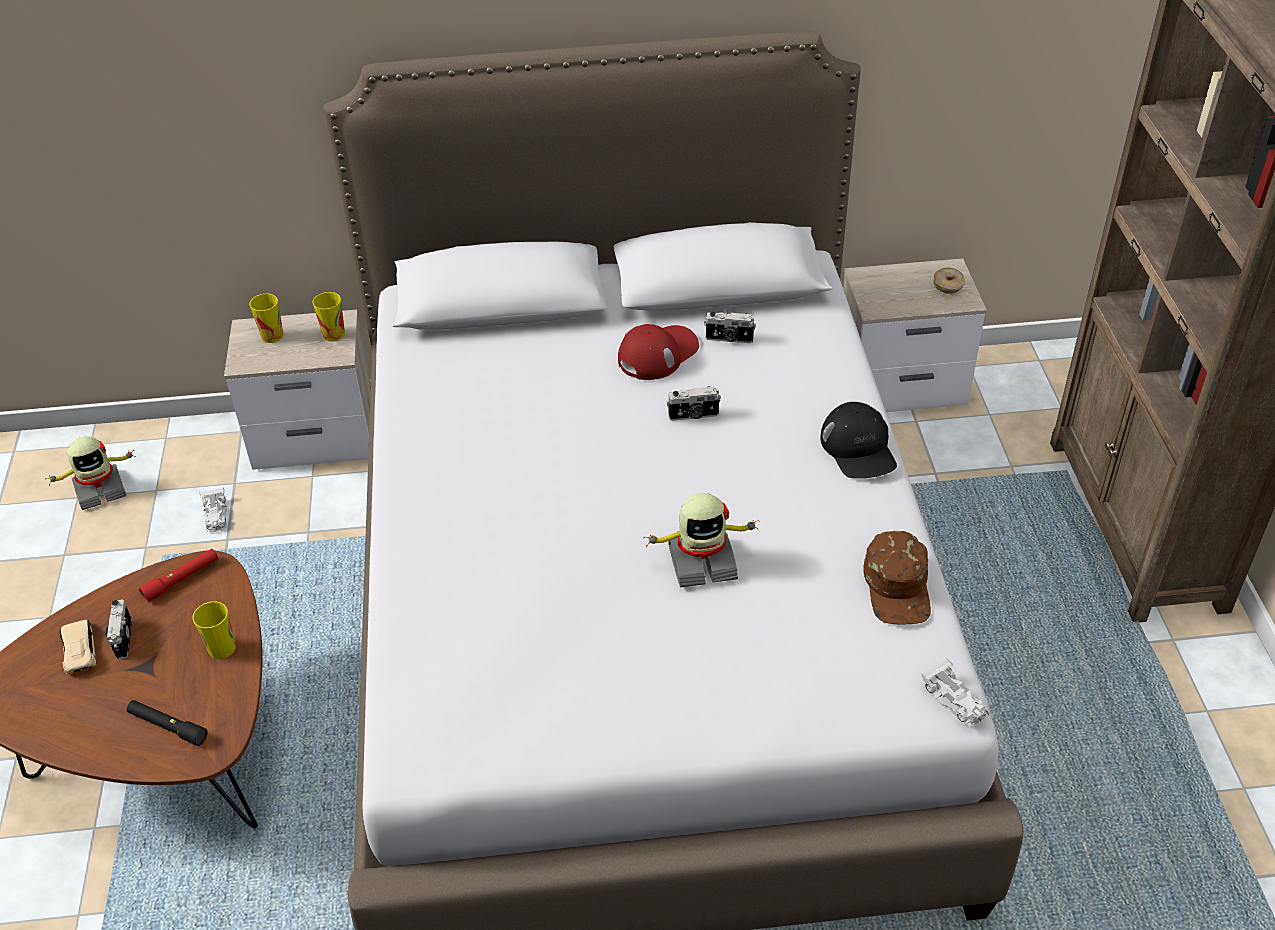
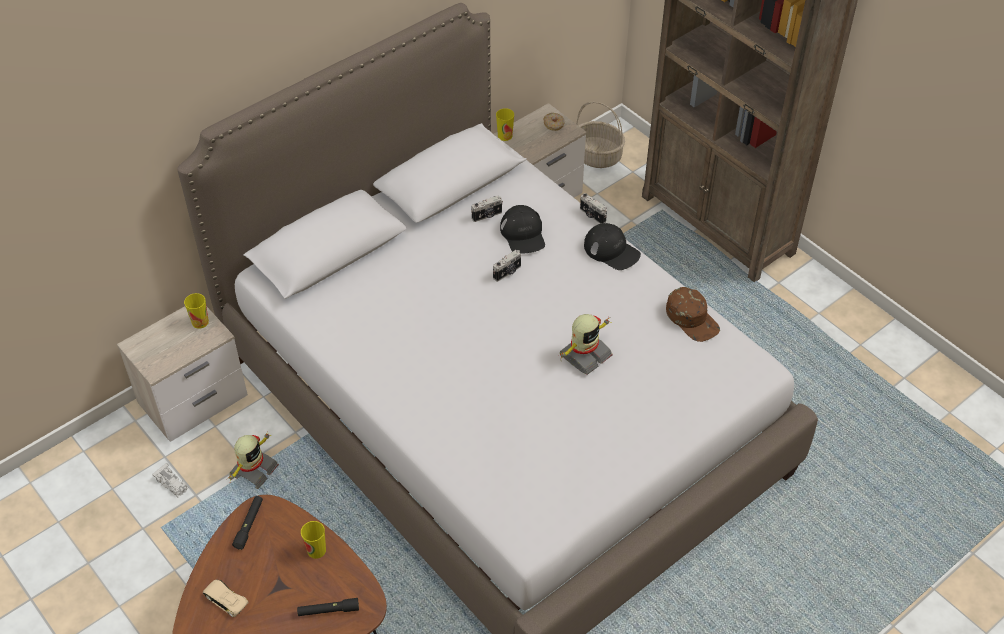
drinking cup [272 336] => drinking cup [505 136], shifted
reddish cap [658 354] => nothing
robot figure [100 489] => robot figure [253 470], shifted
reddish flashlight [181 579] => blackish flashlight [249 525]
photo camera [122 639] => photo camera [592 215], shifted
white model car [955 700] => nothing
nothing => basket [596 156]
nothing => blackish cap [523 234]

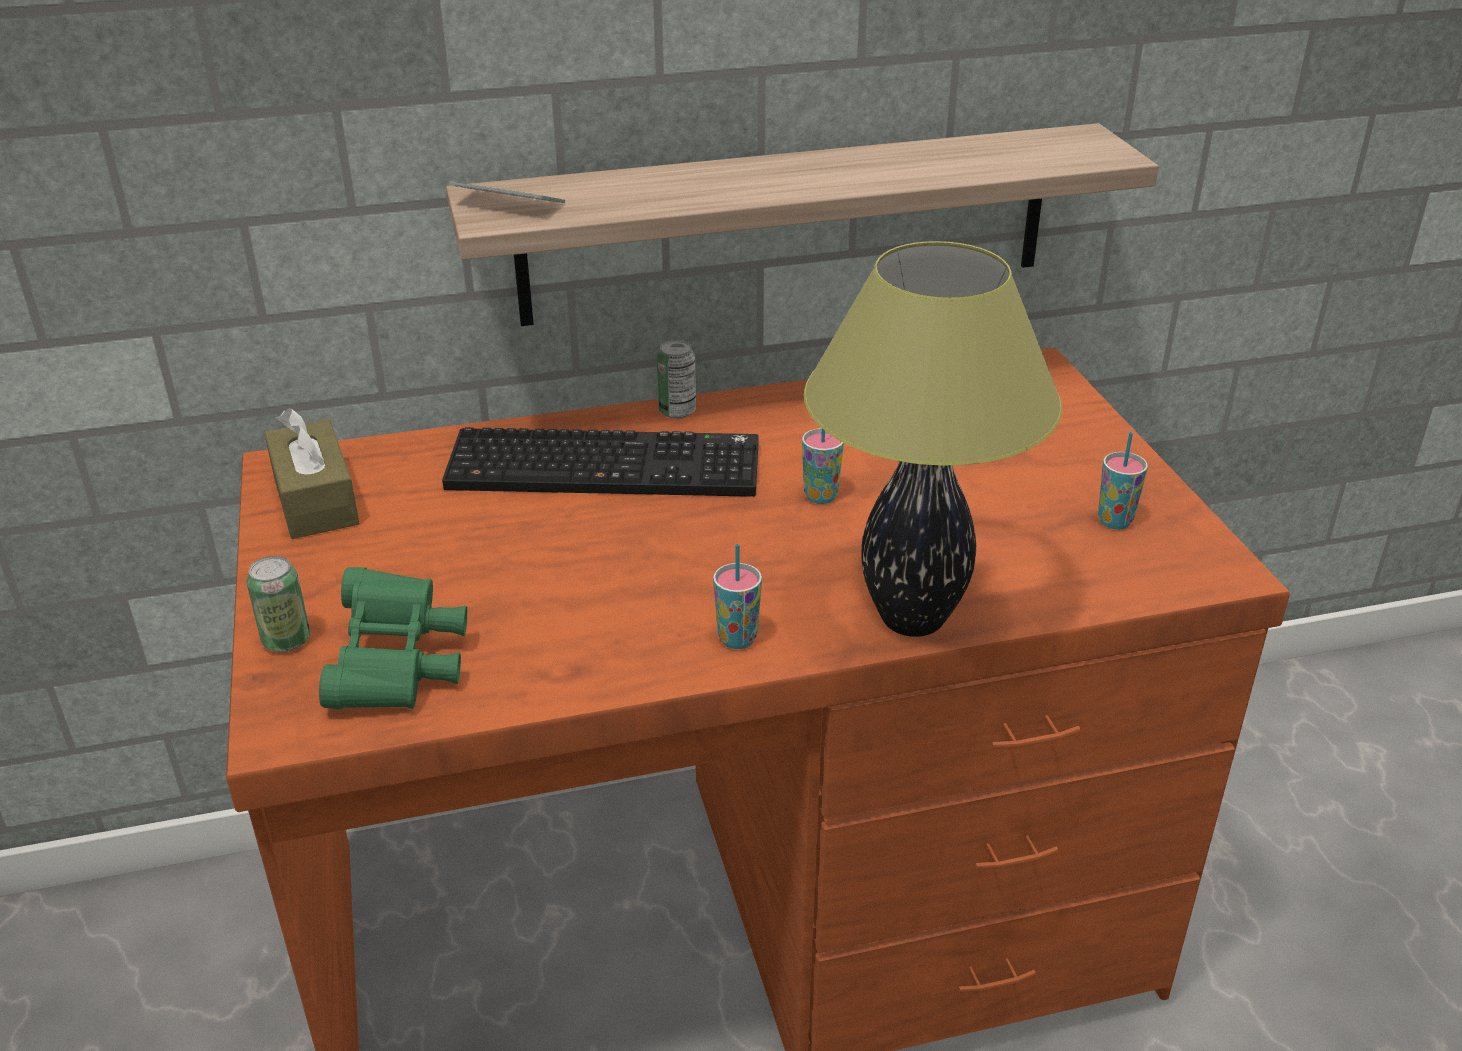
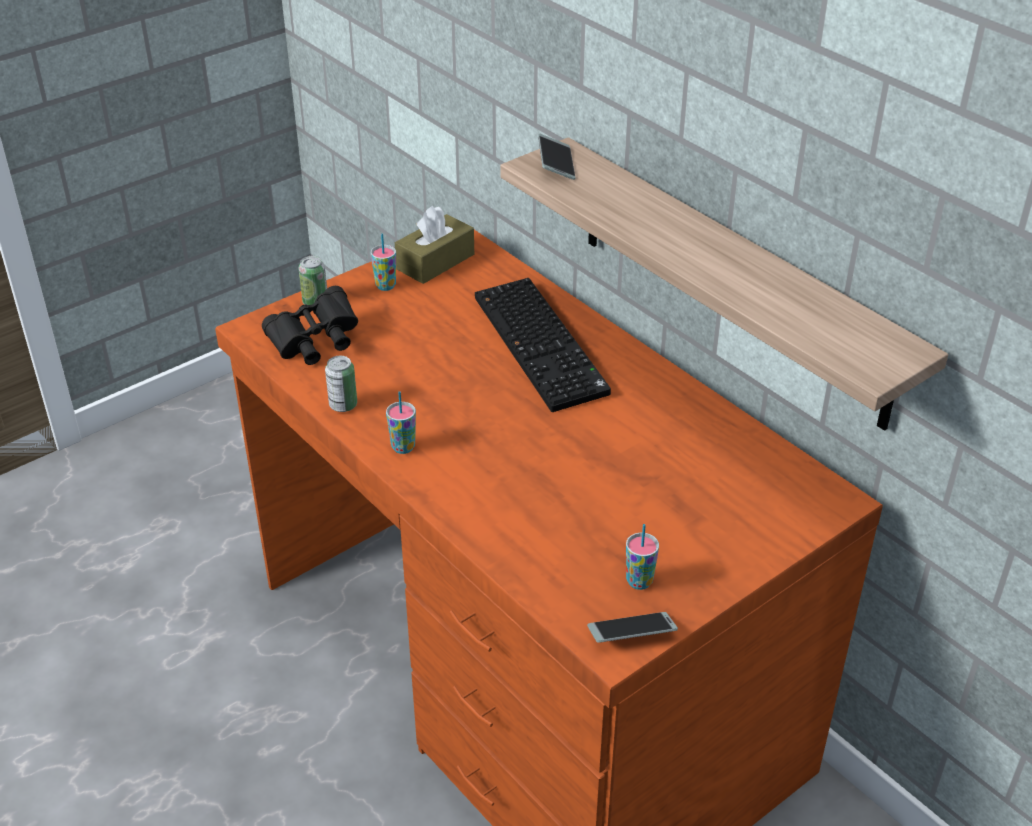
lamp for a table [910 619] => nothing
can [677 411] => can [343 405], shifted
drinking cup [820 496] => drinking cup [385 286], shifted
greenish binoculars [399 666] => blackish binoculars [315 343]
nothing => phone [631 633]

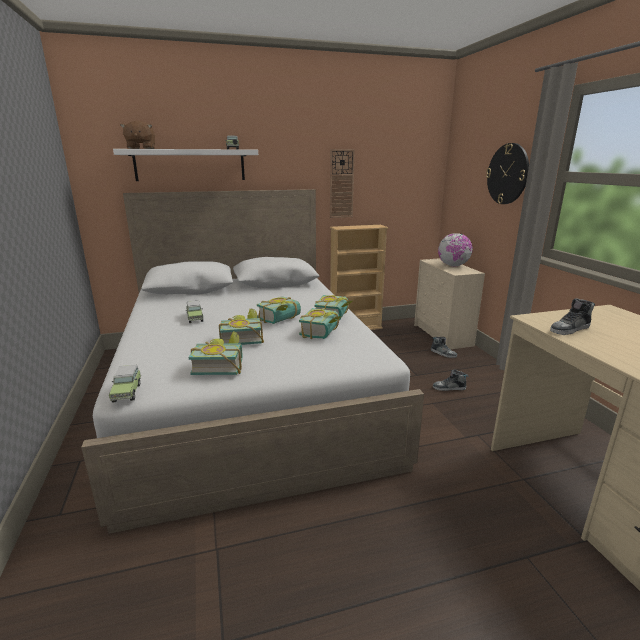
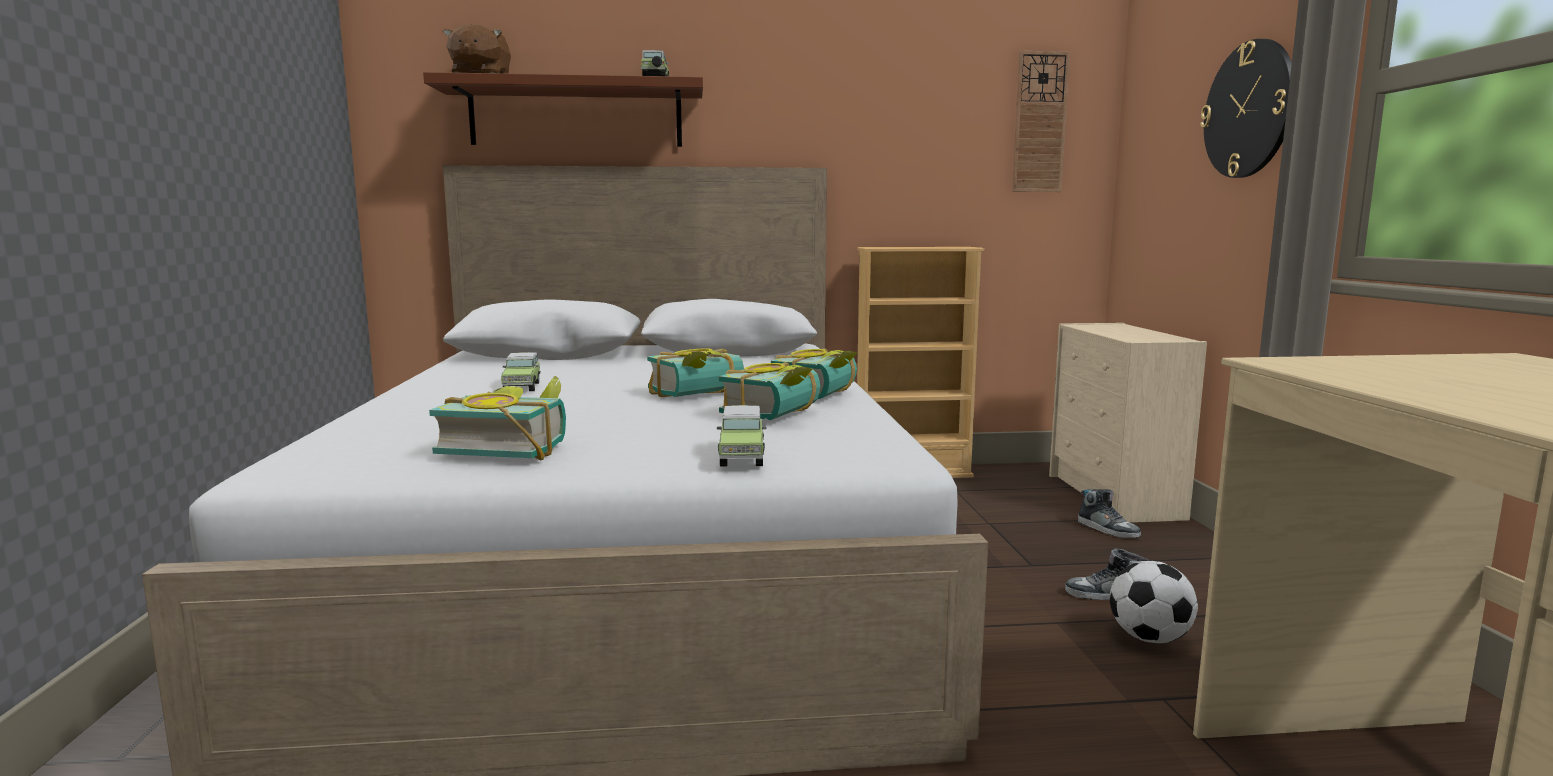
white shelf [190 165] => brownish shelf [576 116]
hanging clock [341 184] => hanging clock [1039 123], shifted
desk globe [453 266] => nothing
shoe [570 329] => nothing
volume [241 339] => nothing
model car [127 392] => model car [741 456], shifted
nothing => football ball [1149 638]

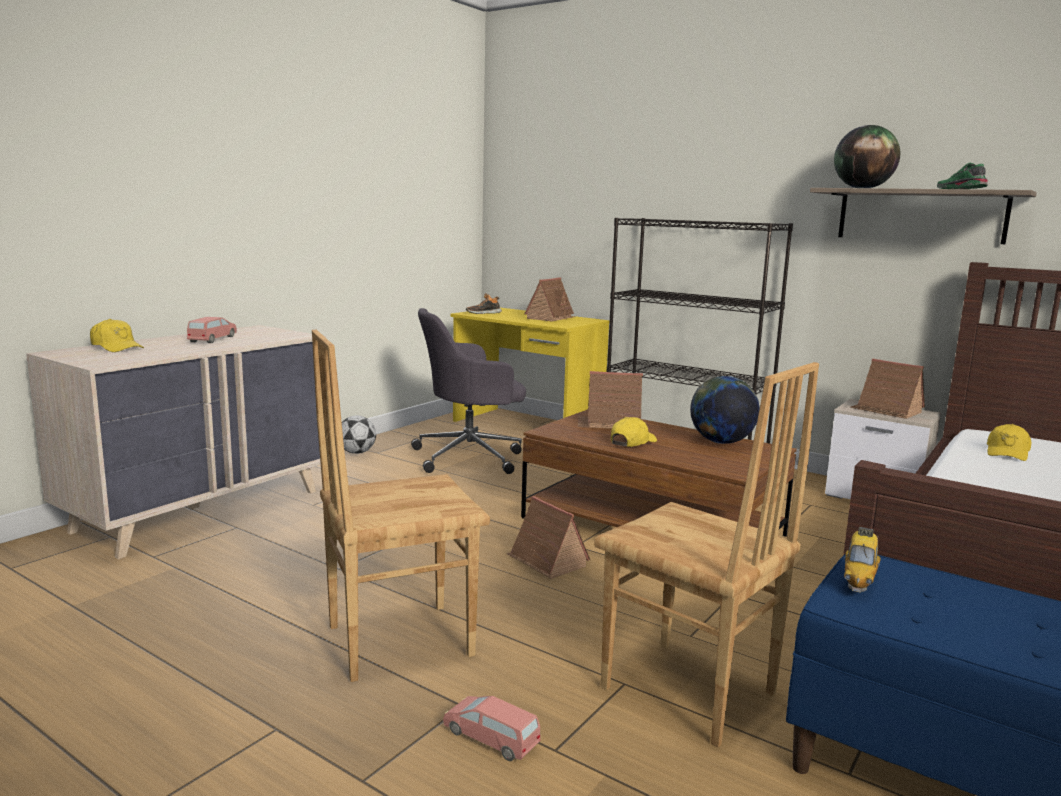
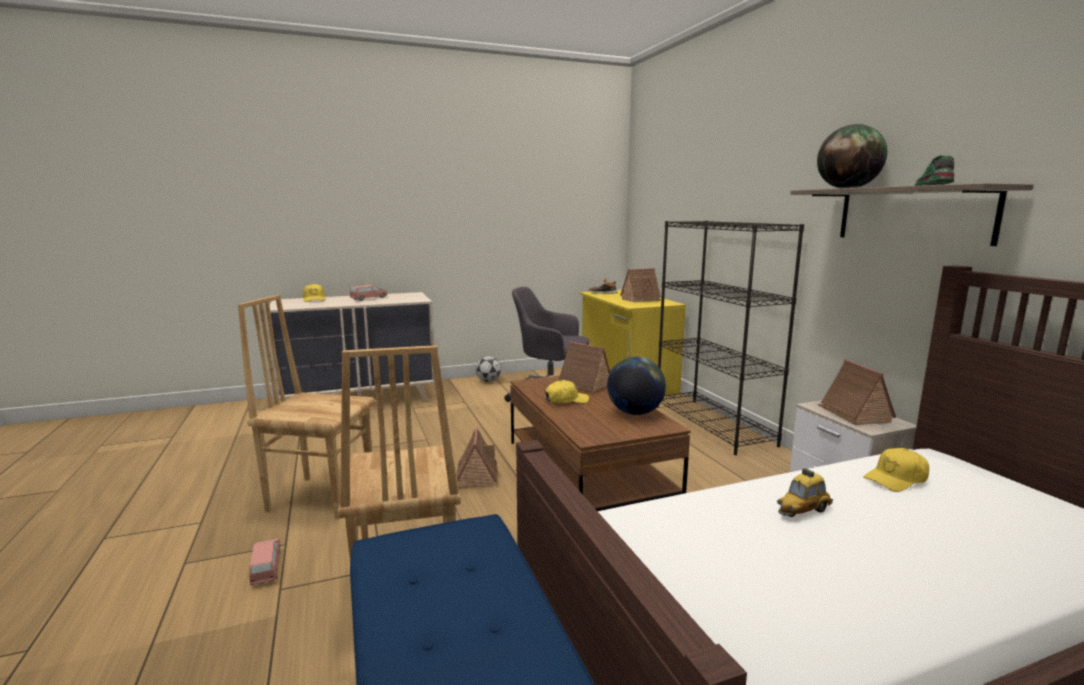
model car [858 581] => model car [803 511], shifted

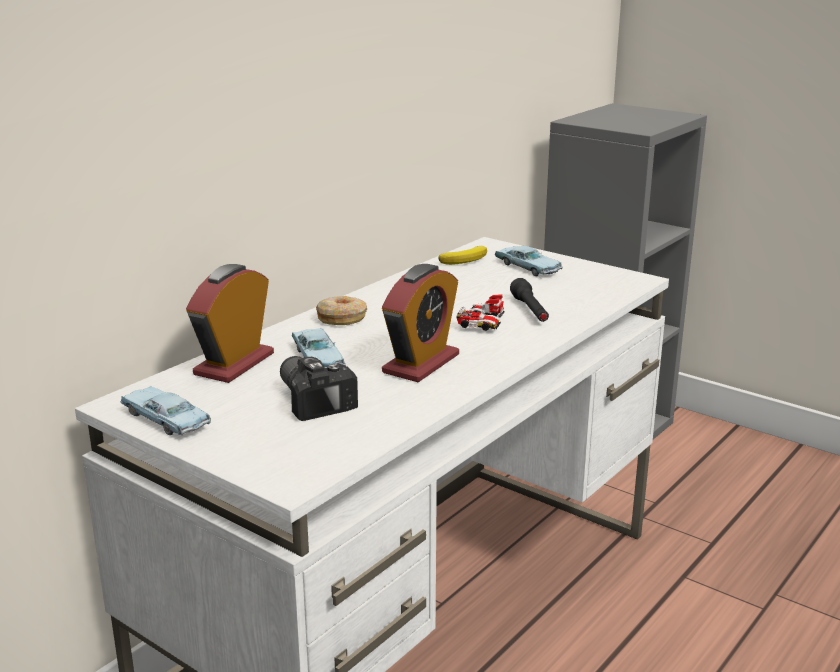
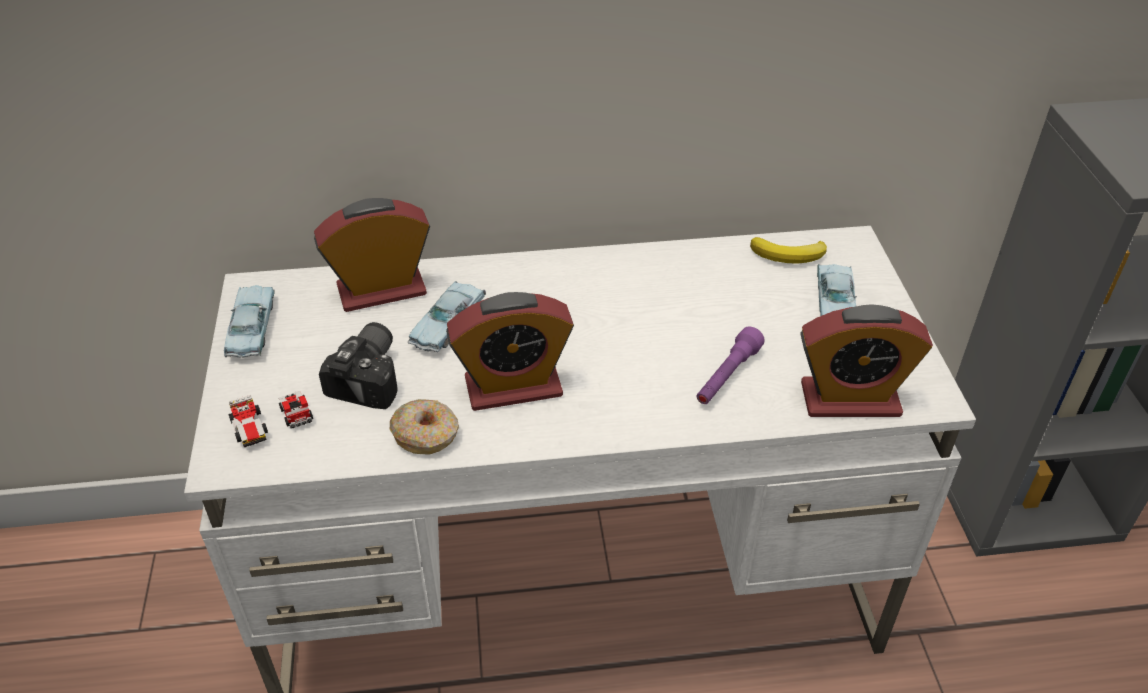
blackish flashlight [530 311] => purplish flashlight [727 376]
model car [483 322] => model car [273 423], shifted
ring doughnut [342 318] => ring doughnut [426 434], shifted
nothing => table clock [850 399]

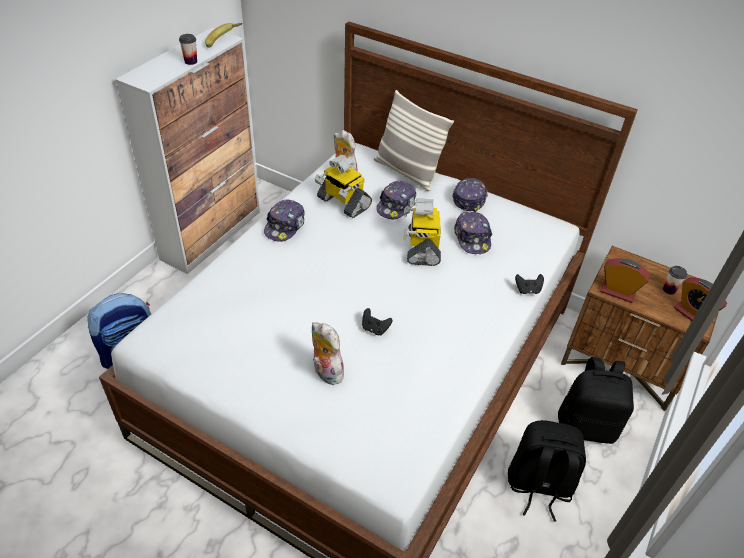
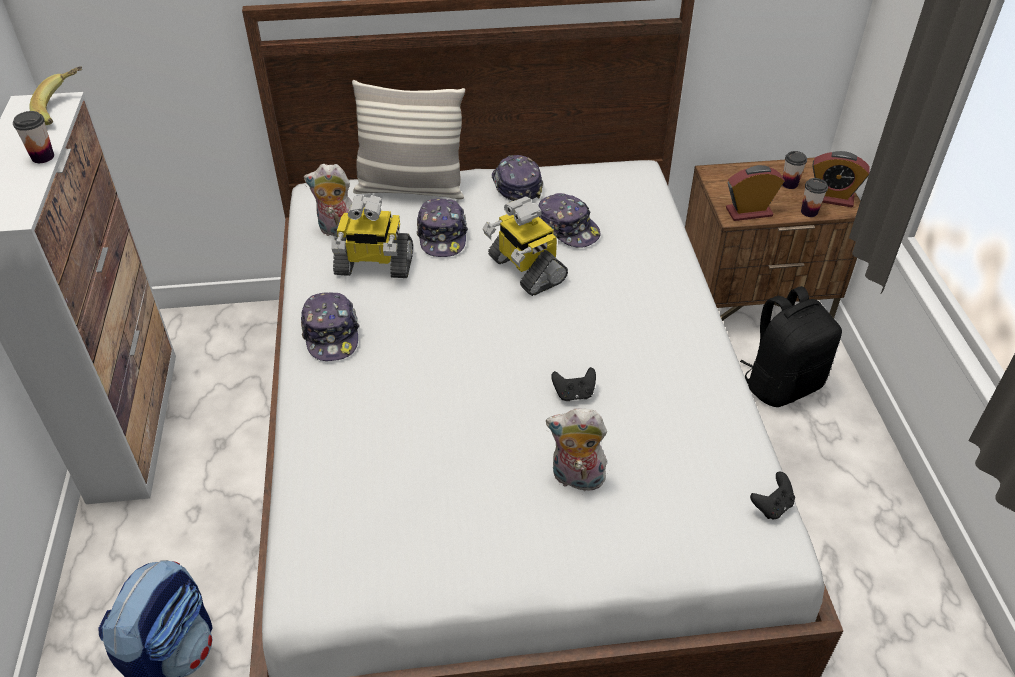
blackish joypad [527 290] => blackish joypad [771 506], shifted
blackish rucksack [538 485] => nothing
nothing => drinking cup [809 212]

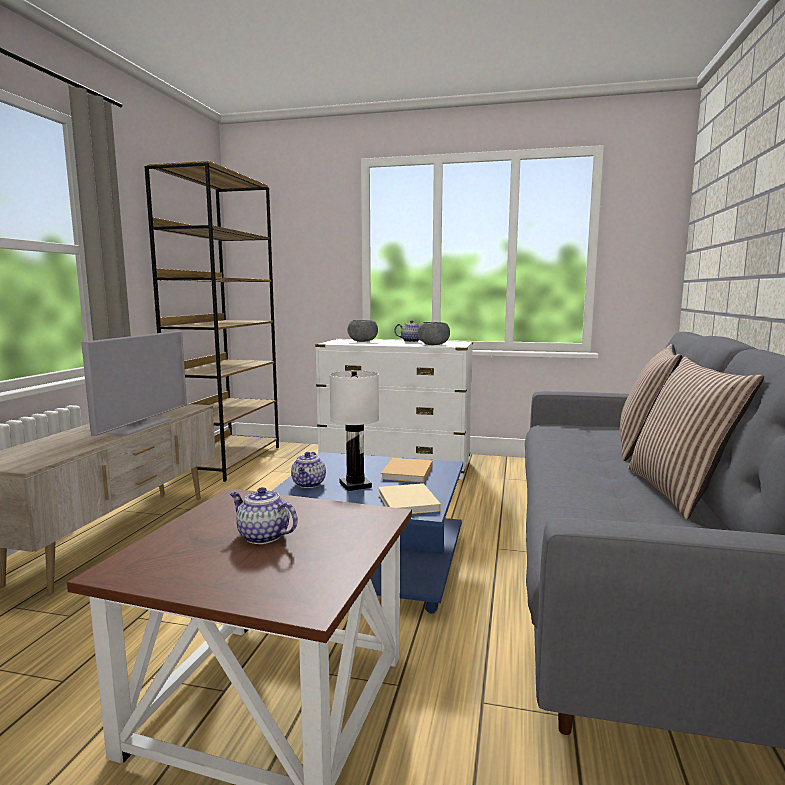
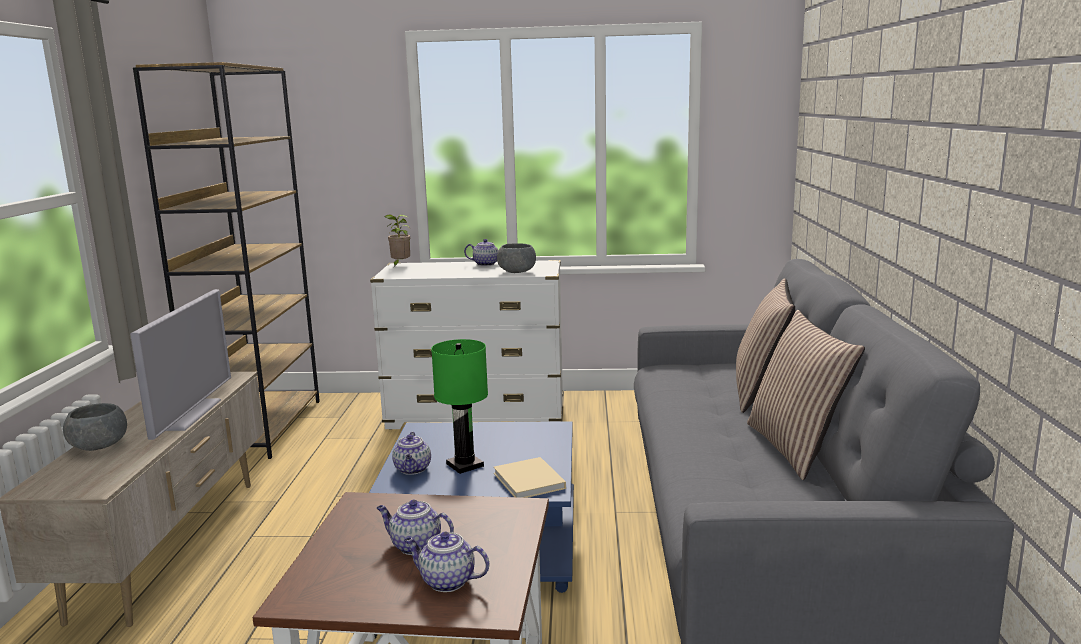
gray deep dish [363 341] => gray deep dish [99 446], shifted
white lamp for a table [355 485] => greenish lamp for a table [464 465]
beige volume [407 473] => nothing
nothing => potted plant [400 265]
nothing => tea pot [446 581]

